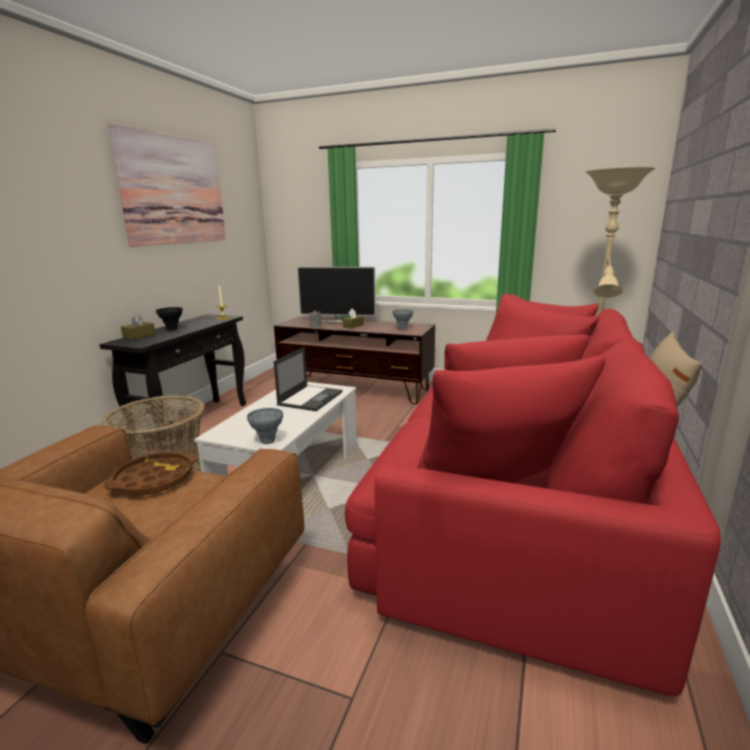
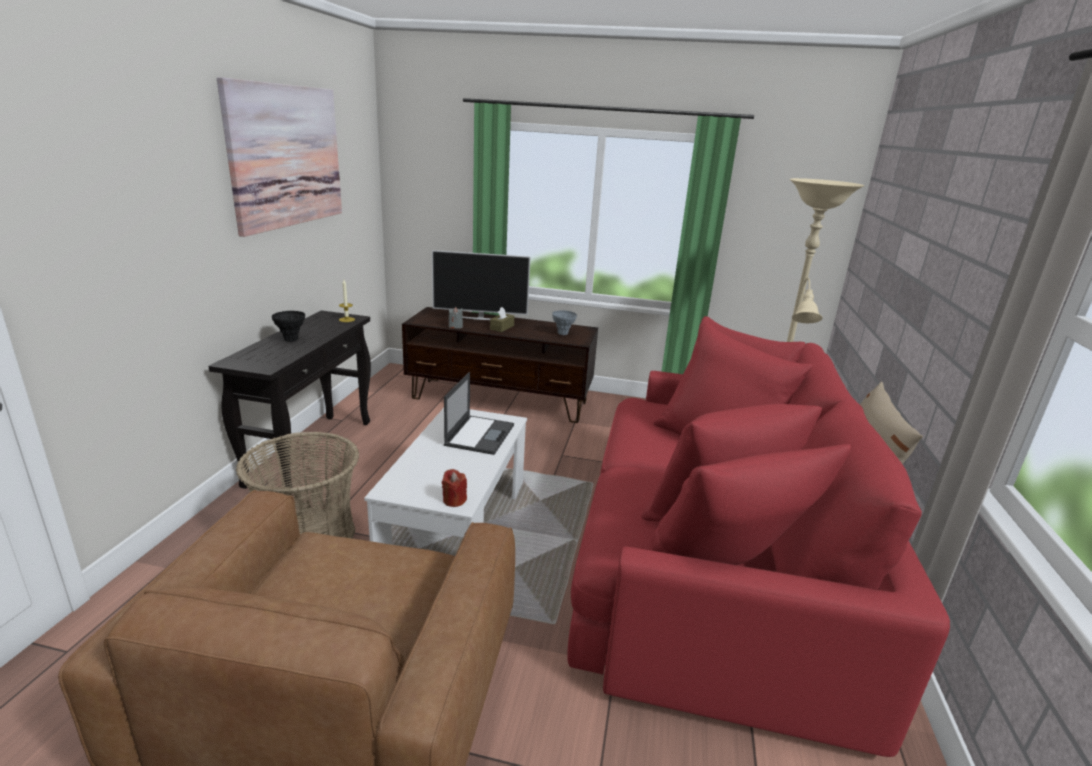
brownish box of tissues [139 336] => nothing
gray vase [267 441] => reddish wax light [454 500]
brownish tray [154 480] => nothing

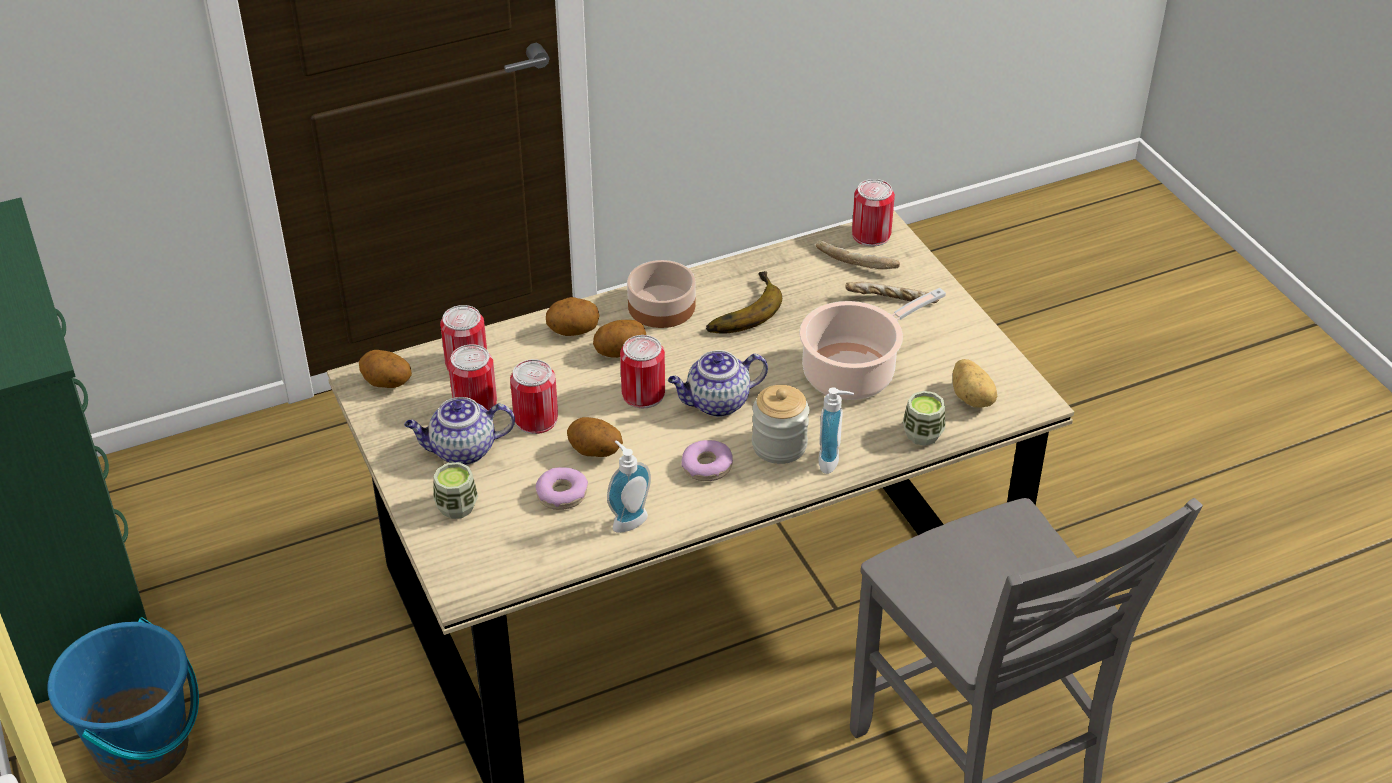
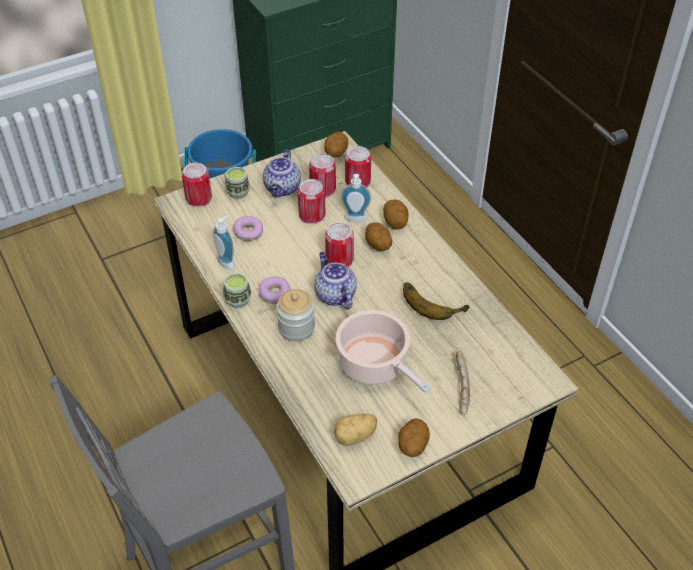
can [871 234] => can [199 198], shifted
baked bread [856 262] => nothing
deep dish [661 307] => nothing
liquid soap bottle [833 461] => liquid soap bottle [355 220], shifted
drinking cup [922 434] => drinking cup [238 300], shifted
tea pot [462 451] => tea pot [282 189], 150 degrees counterclockwise
spud [594 452] => spud [412 446], shifted

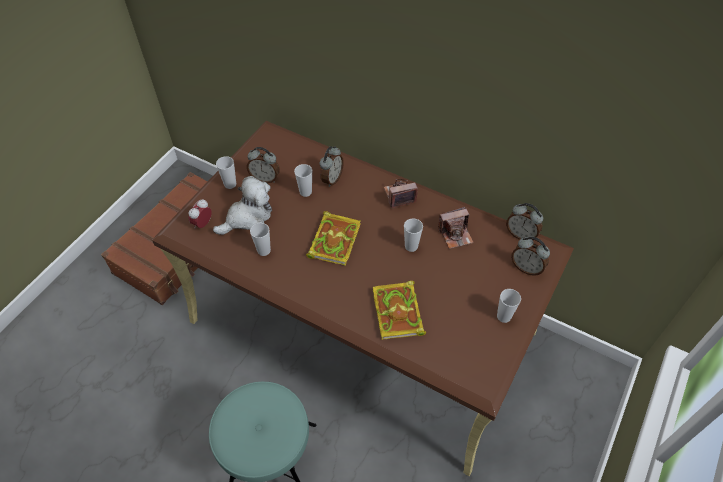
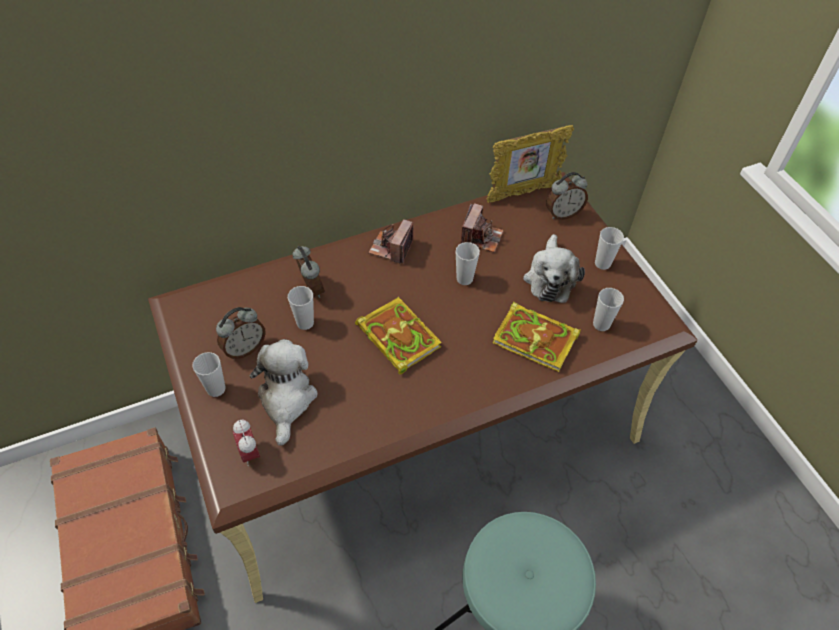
table clock [521 234] => picture frame [523 193]
drinking cup [264 250] => drinking cup [601 324], shifted
nothing => cuddly toy [550 278]

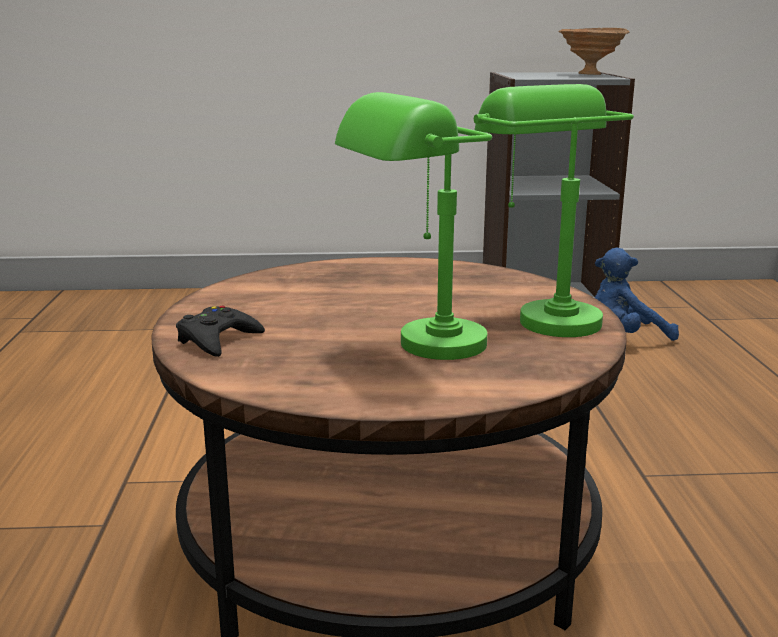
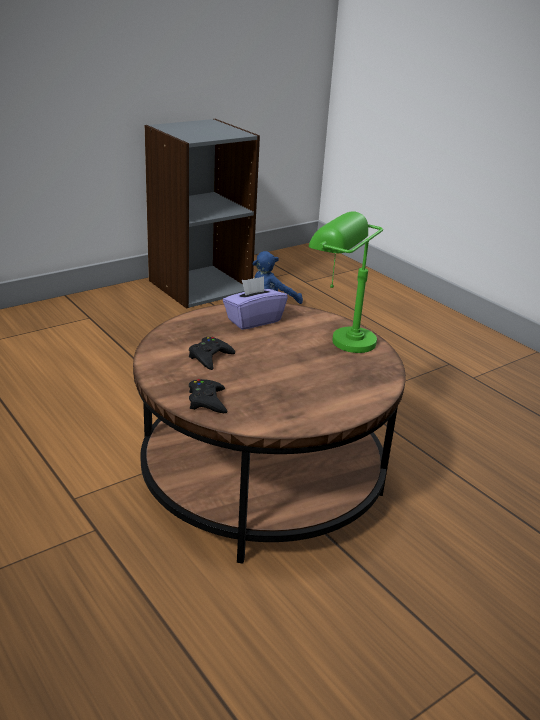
brownish deep dish [591 74] => nothing
greenish lamp for a table [417 349] => nothing
nothing => purplish box of tissues [253 320]
nothing => blackish joypad [210 357]

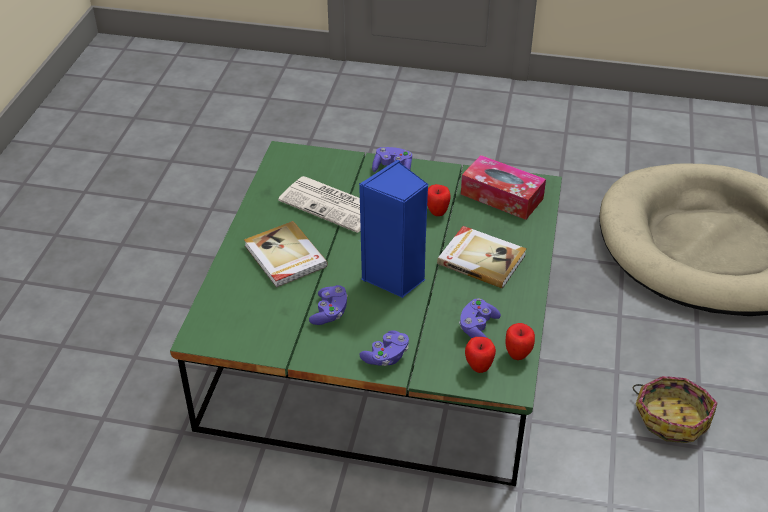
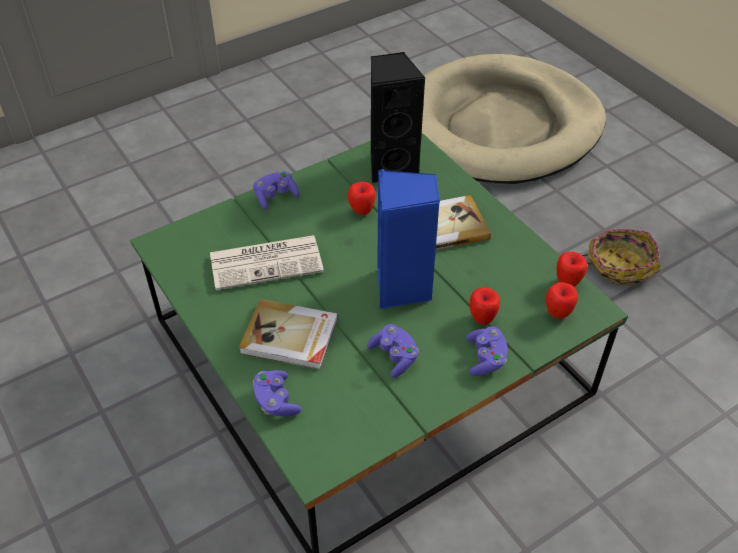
box of tissues [501 196] => blackish speaker [391 166]
purplish joypad [477 328] => purplish joypad [276 401], shifted
nothing => apple [482 319]

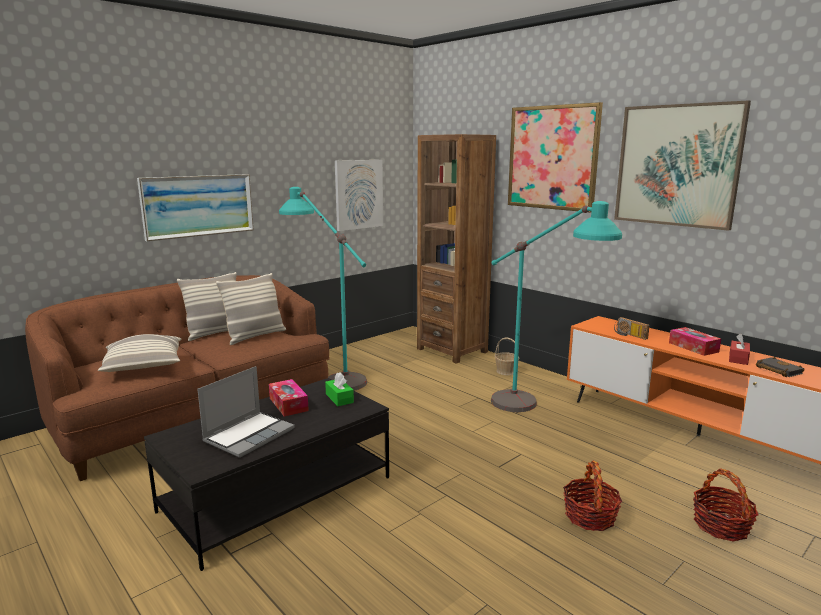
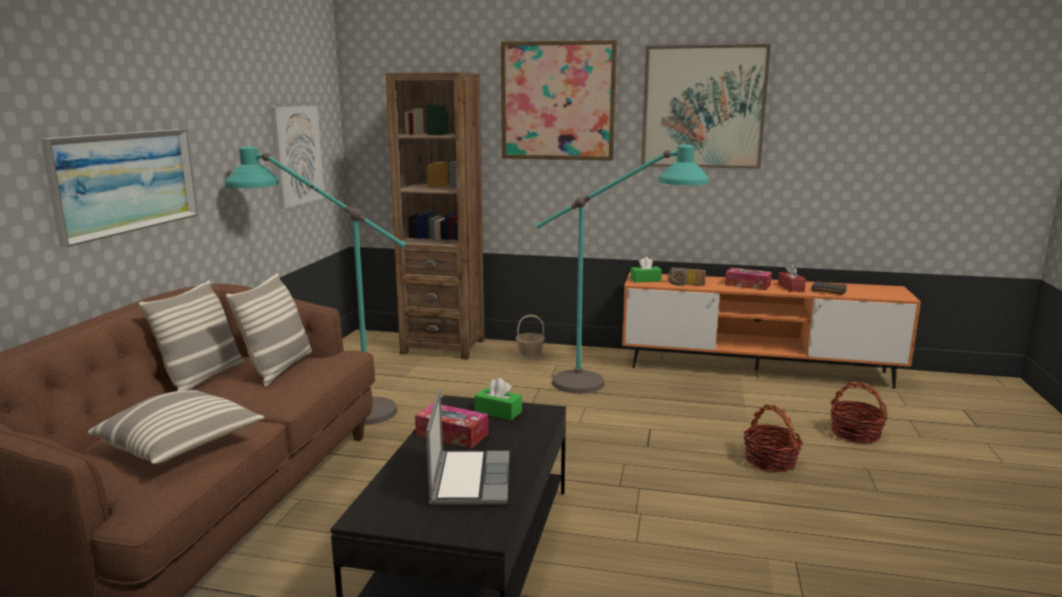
nothing => greenish box of tissues [645 280]

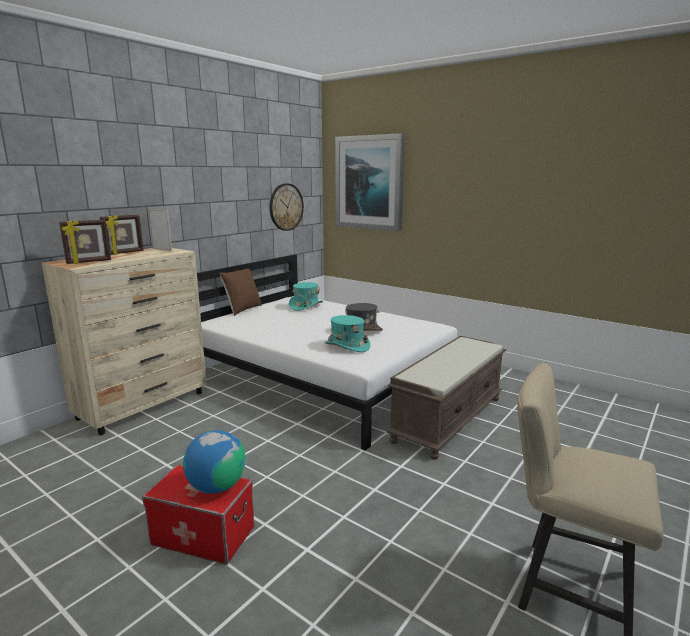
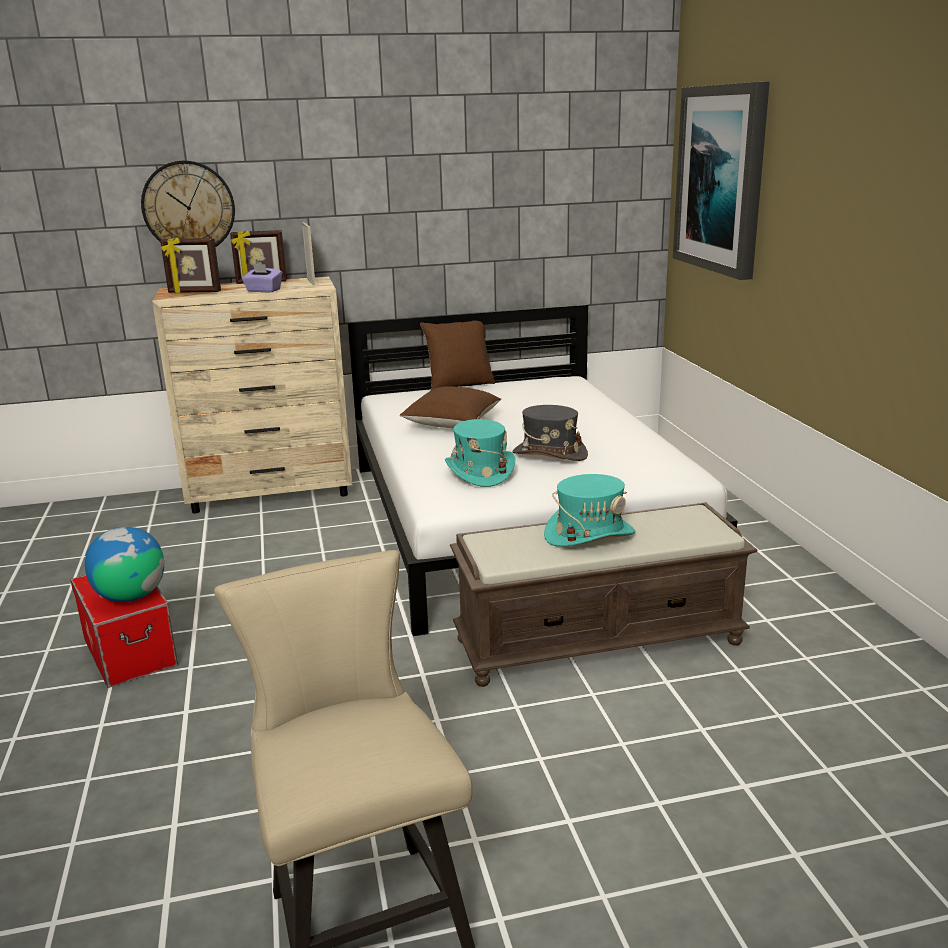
hanging clock [286 207] => hanging clock [188 207], shifted
blue-green wearable hat [306 306] => blue-green wearable hat [589 534], shifted
nothing => purplish box of tissues [263 291]
nothing => brownish cushion [452 423]

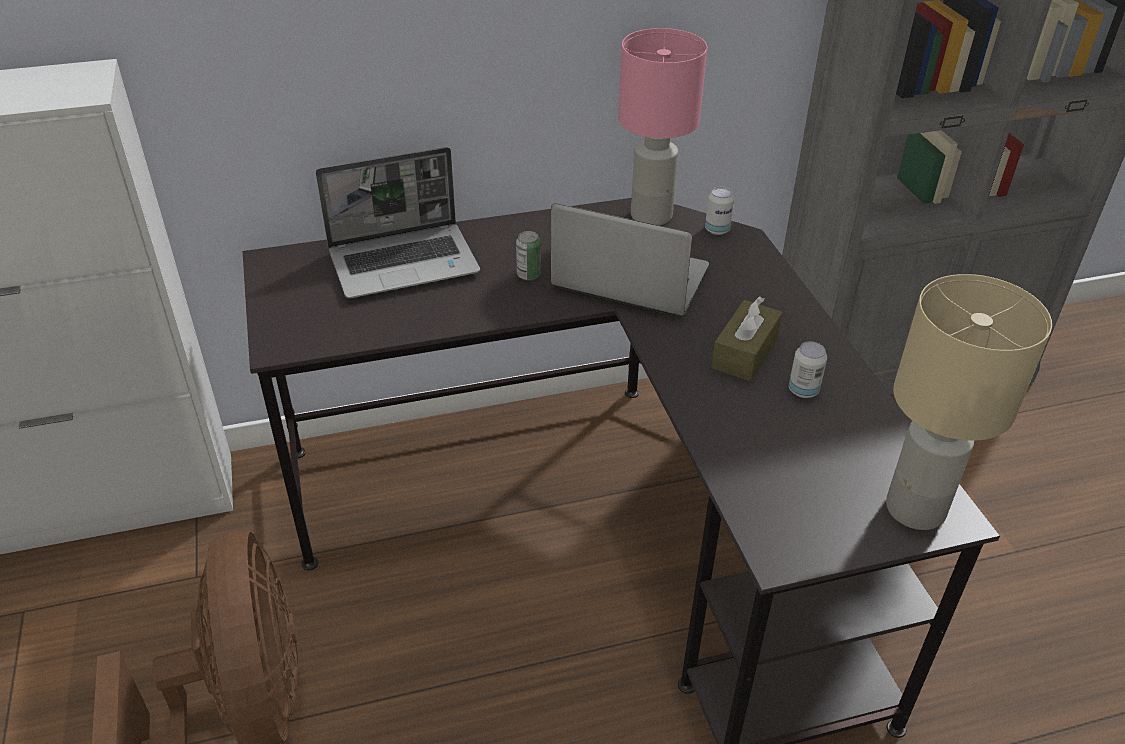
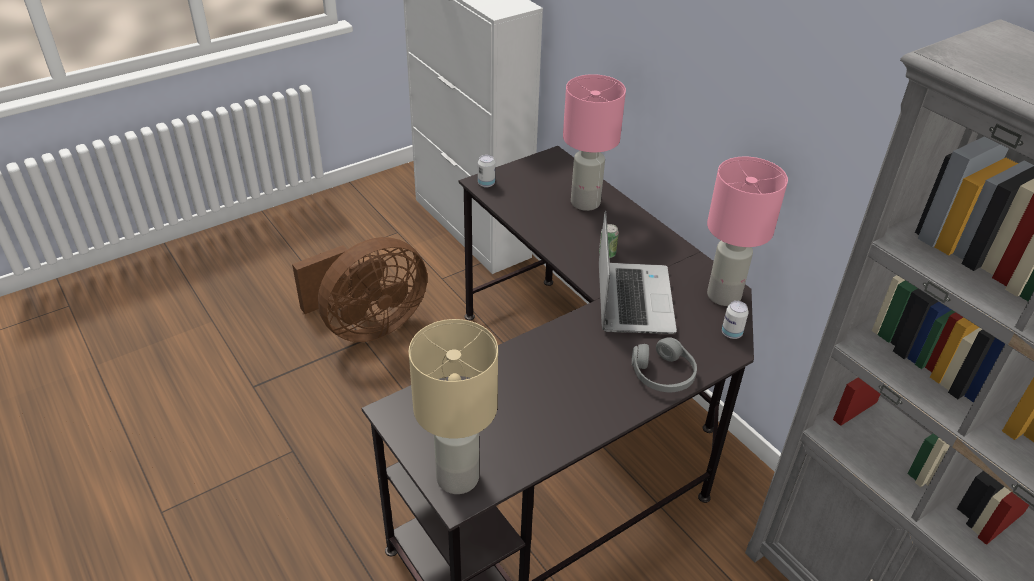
notebook computer [405 262] => pink-coloured lamp for a table [586 202]
brownish box of tissues [745 353] => nothing
can [803 390] => can [486 184], shifted
nothing => gray pair of headphones [663 374]

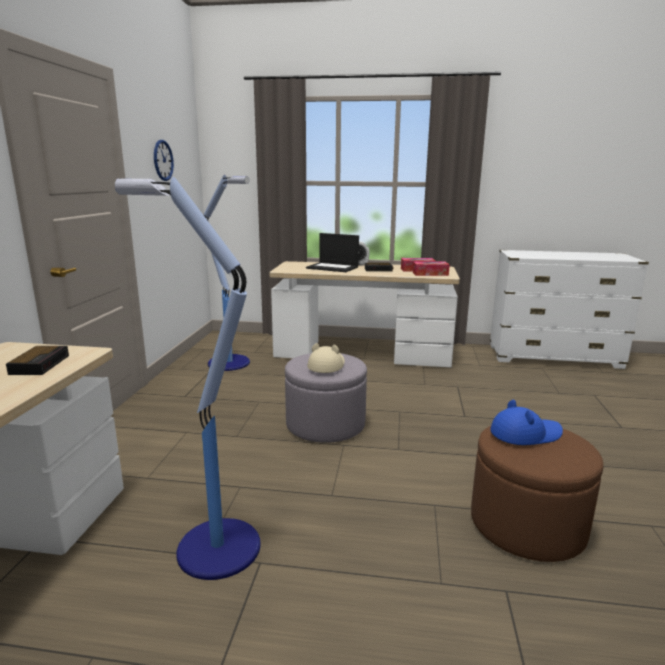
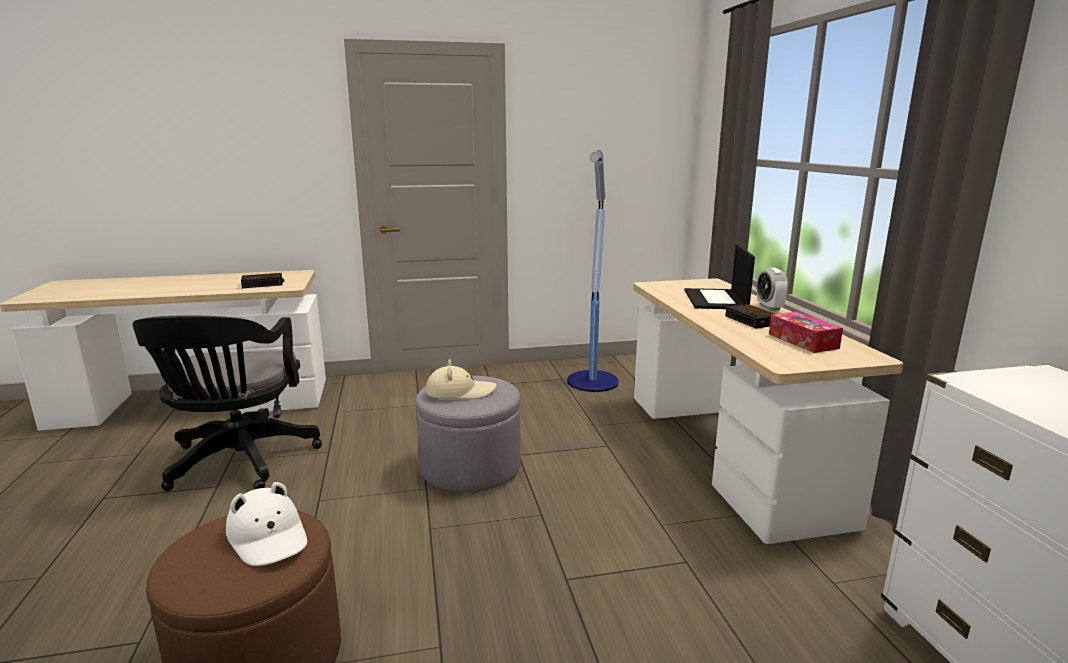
hanging clock [163 160] => nothing
standard lamp [215 547] => blackish office chair [239 463]
box of tissues [430 274] => nothing
blue wearable hat [525 434] => white wearable hat [268 536]

